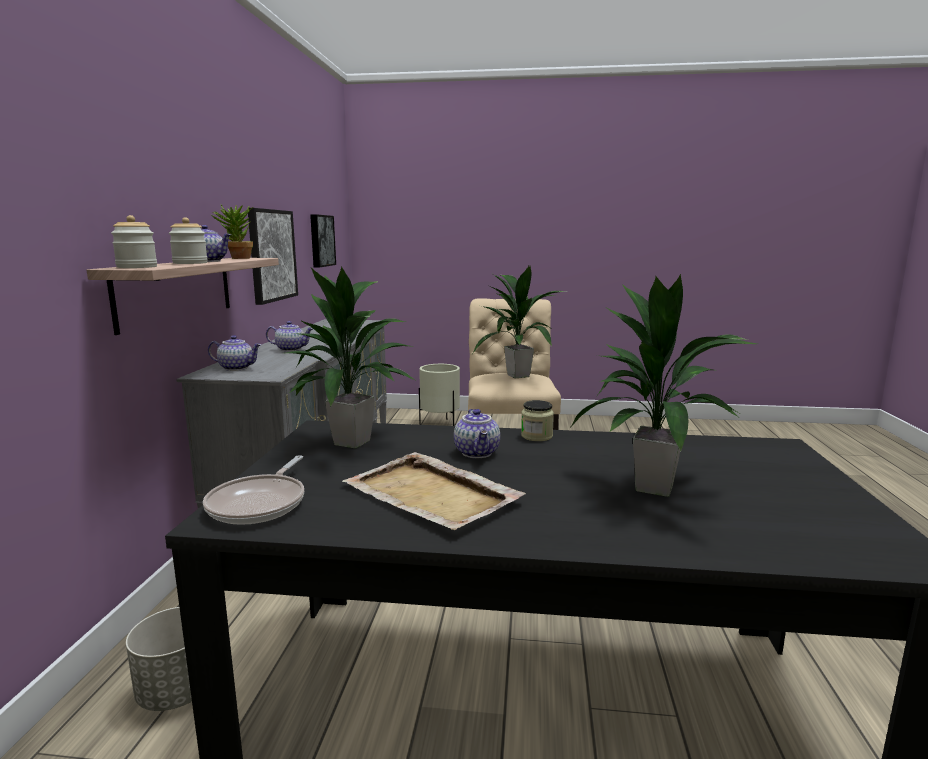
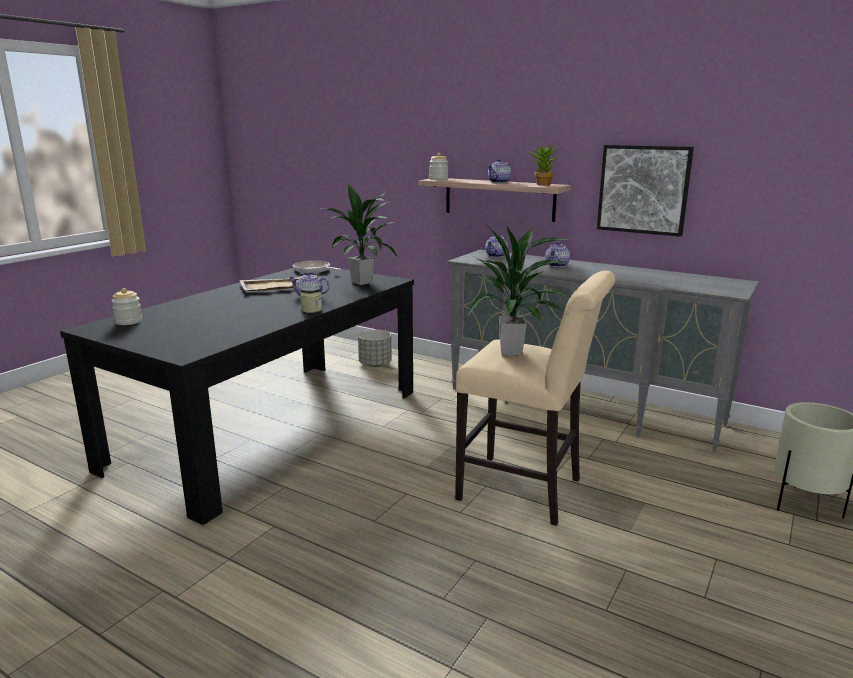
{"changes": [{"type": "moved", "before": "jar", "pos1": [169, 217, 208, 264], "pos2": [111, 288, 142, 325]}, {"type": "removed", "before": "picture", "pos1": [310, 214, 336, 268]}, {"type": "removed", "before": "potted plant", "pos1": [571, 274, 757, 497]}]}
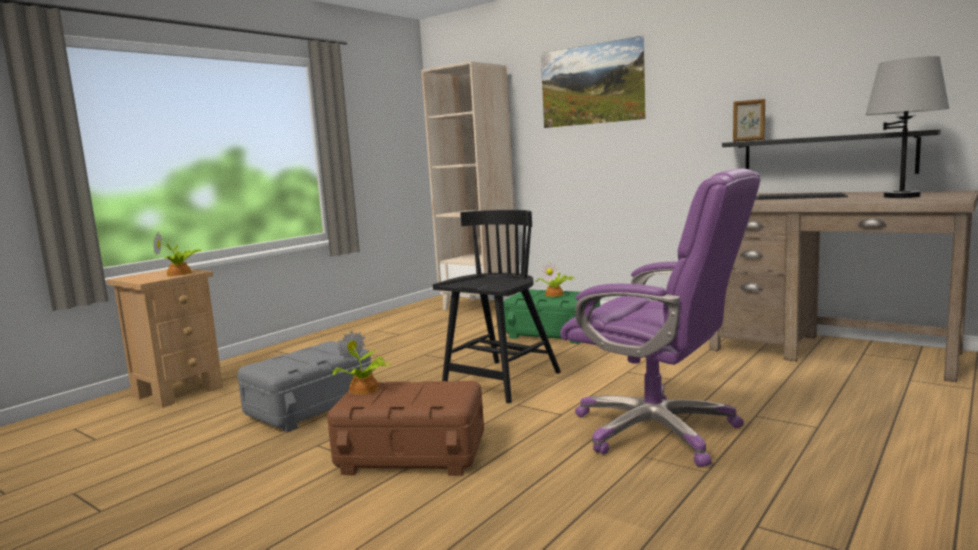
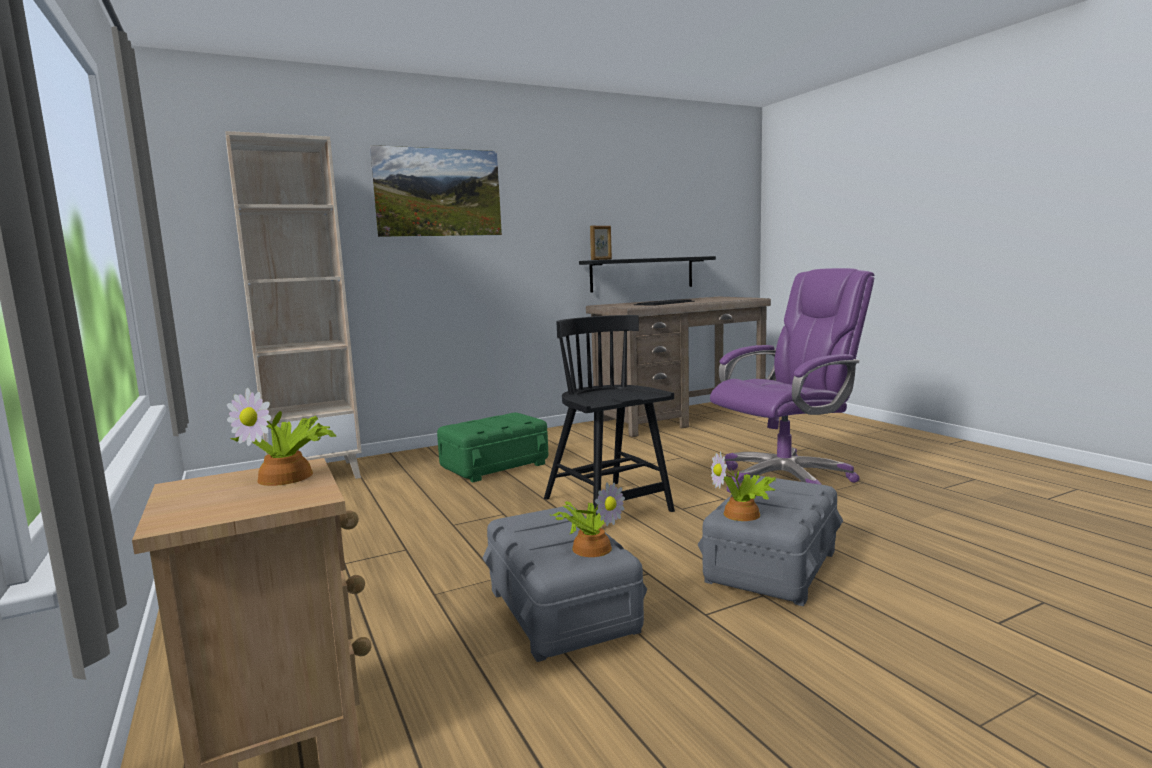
{"changes": [{"type": "recoloured", "before": "storage bin in brown-coloured", "after": "storage bin in grey", "pos1": [327, 381, 484, 476], "pos2": [698, 476, 843, 606]}, {"type": "moved", "before": "potted plant", "pos1": [536, 261, 575, 297], "pos2": [550, 482, 625, 557]}, {"type": "removed", "before": "lamp for a table in grey", "pos1": [865, 56, 949, 198]}]}
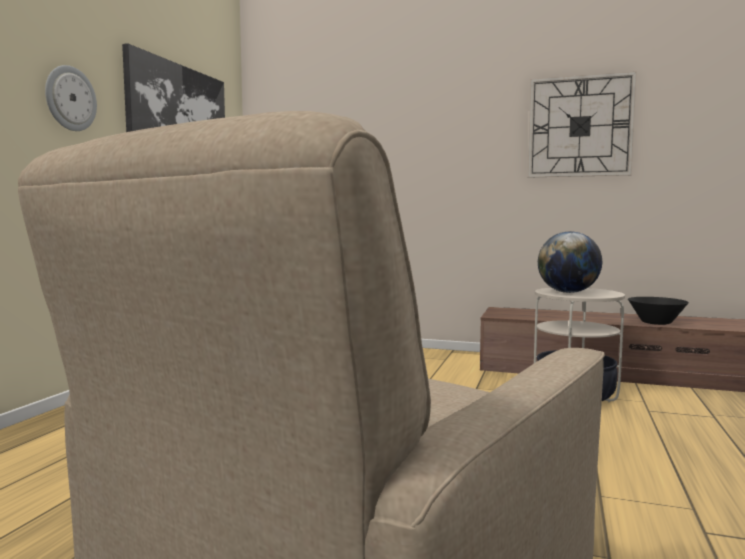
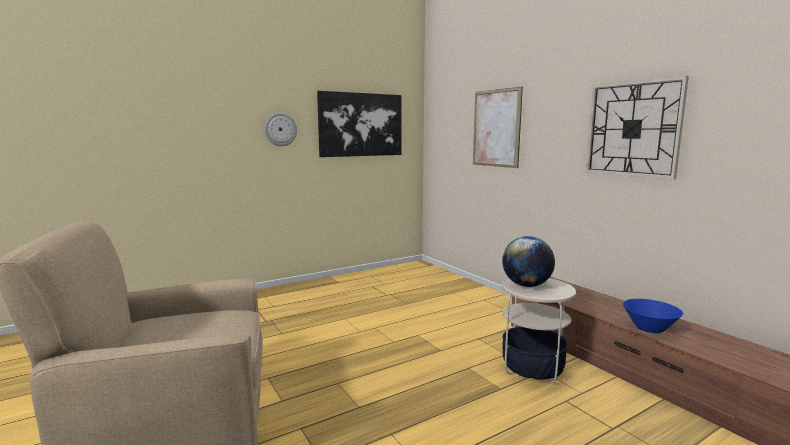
{"changes": [{"type": "recoloured", "before": "deep dish in black-coloured", "after": "deep dish in blue", "pos1": [628, 297, 689, 325], "pos2": [623, 299, 683, 333]}, {"type": "added", "after": "picture", "pos2": [473, 87, 523, 168]}]}
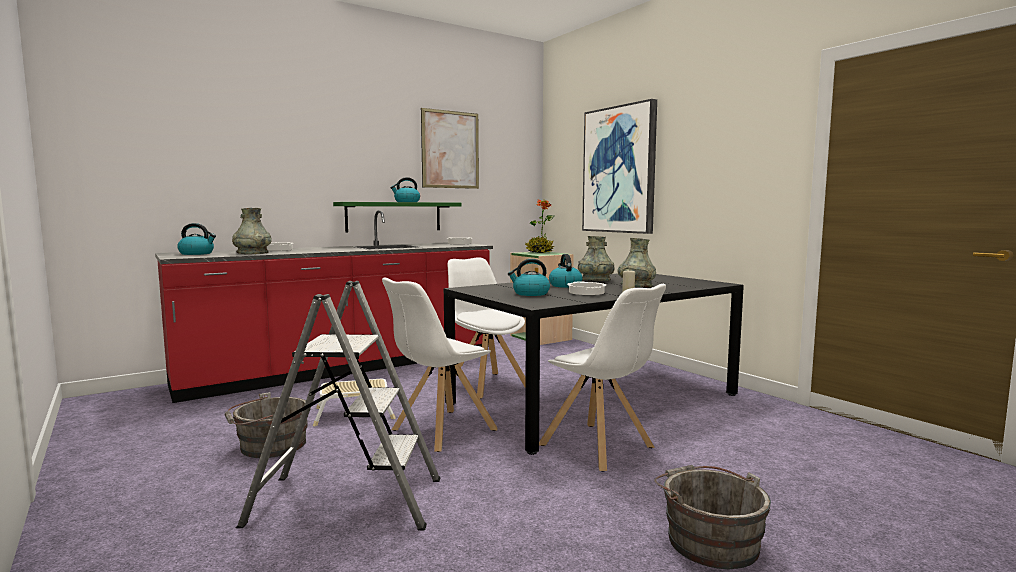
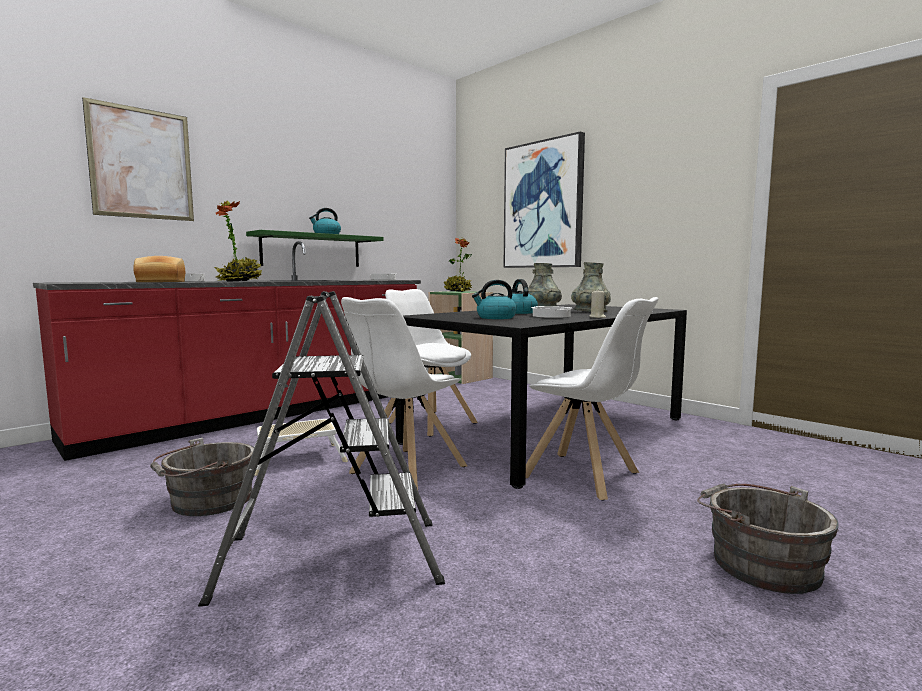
{"changes": [{"type": "removed", "before": "water kettle", "pos1": [177, 223, 216, 255]}, {"type": "replaced", "before": "decorative vase in grey", "after": "baked bread", "pos1": [232, 208, 272, 254], "pos2": [133, 256, 185, 282]}, {"type": "moved", "before": "picture", "pos1": [421, 108, 479, 189], "pos2": [82, 97, 194, 221]}, {"type": "added", "after": "potted plant", "pos2": [215, 201, 262, 281]}]}
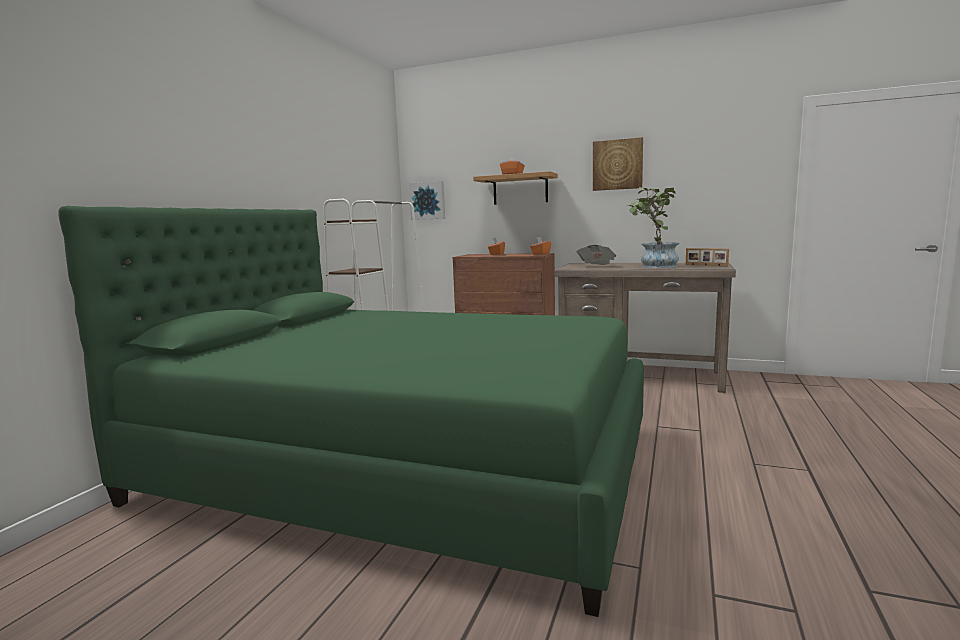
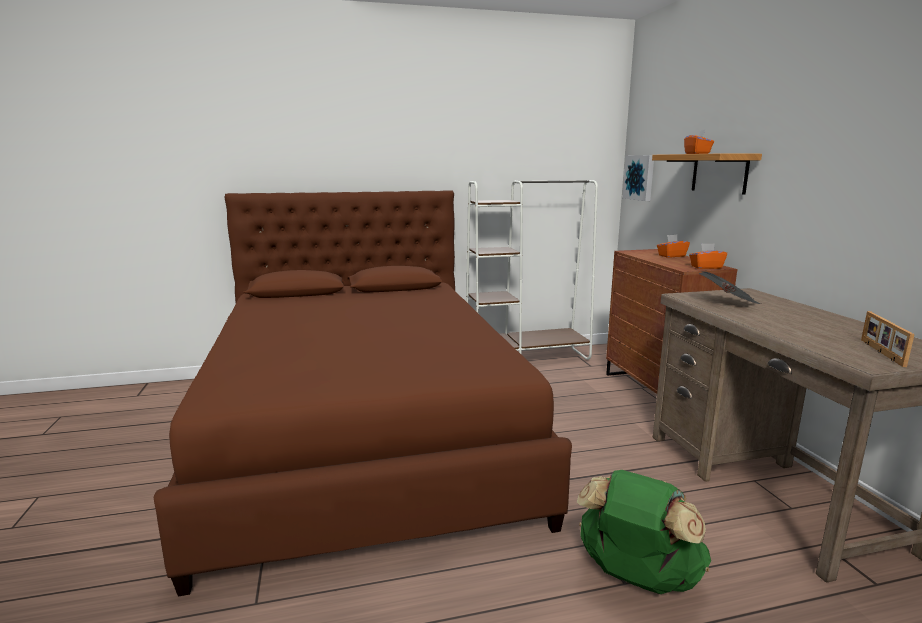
{"changes": [{"type": "recoloured", "before": "bed in green", "after": "bed in brown-coloured", "pos1": [58, 206, 644, 617], "pos2": [154, 190, 572, 596]}, {"type": "removed", "before": "picture", "pos1": [593, 137, 643, 191]}, {"type": "removed", "before": "potted plant", "pos1": [626, 187, 679, 268]}, {"type": "added", "after": "rucksack in green", "pos2": [577, 470, 711, 594]}]}
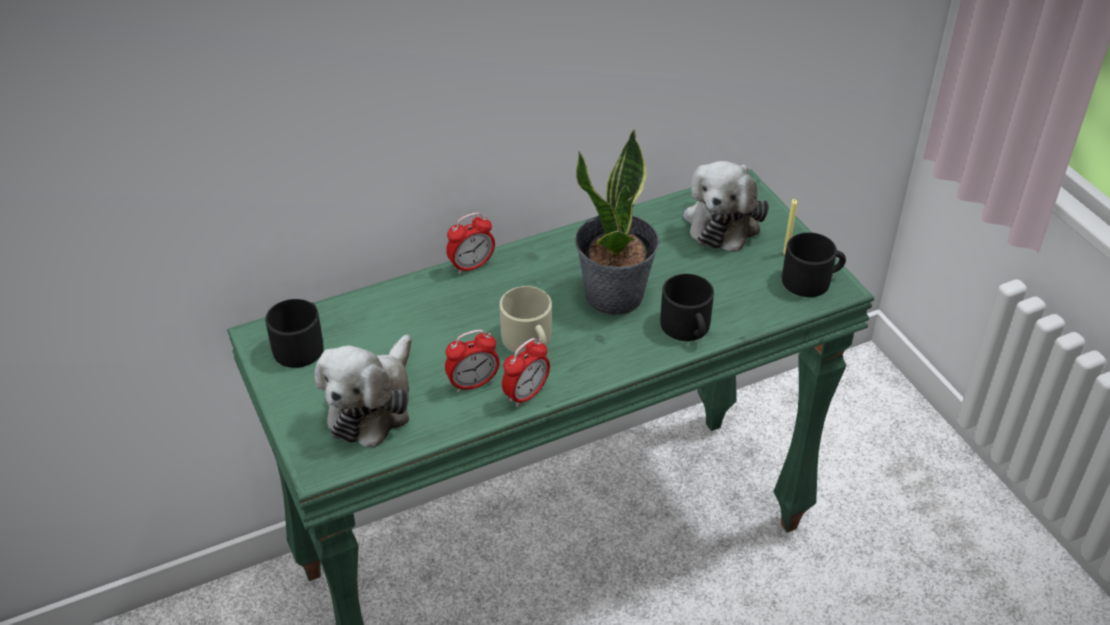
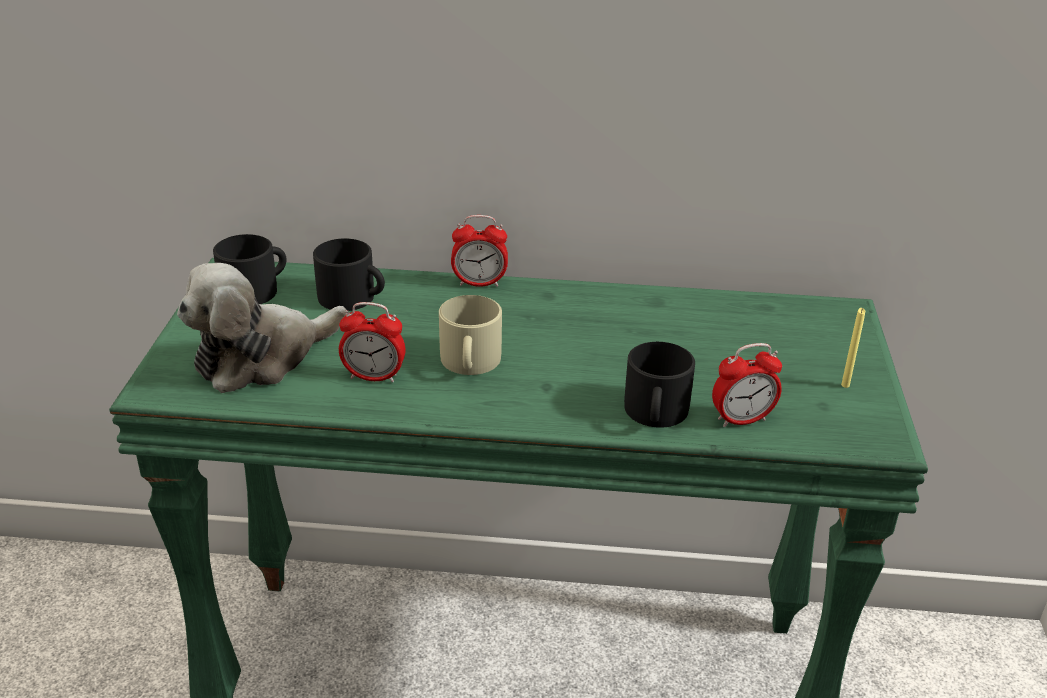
{"changes": [{"type": "moved", "before": "bedside clock", "pos1": [502, 338, 550, 407], "pos2": [712, 343, 782, 427]}, {"type": "removed", "before": "potted plant", "pos1": [575, 130, 659, 315]}, {"type": "removed", "before": "soft toy", "pos1": [683, 161, 769, 252]}, {"type": "moved", "before": "mug in black-coloured", "pos1": [782, 232, 846, 297], "pos2": [313, 238, 385, 311]}]}
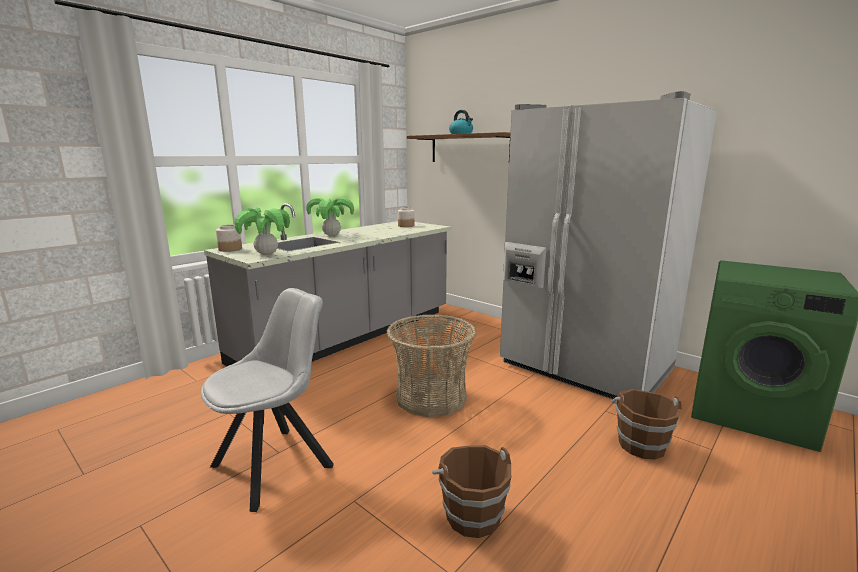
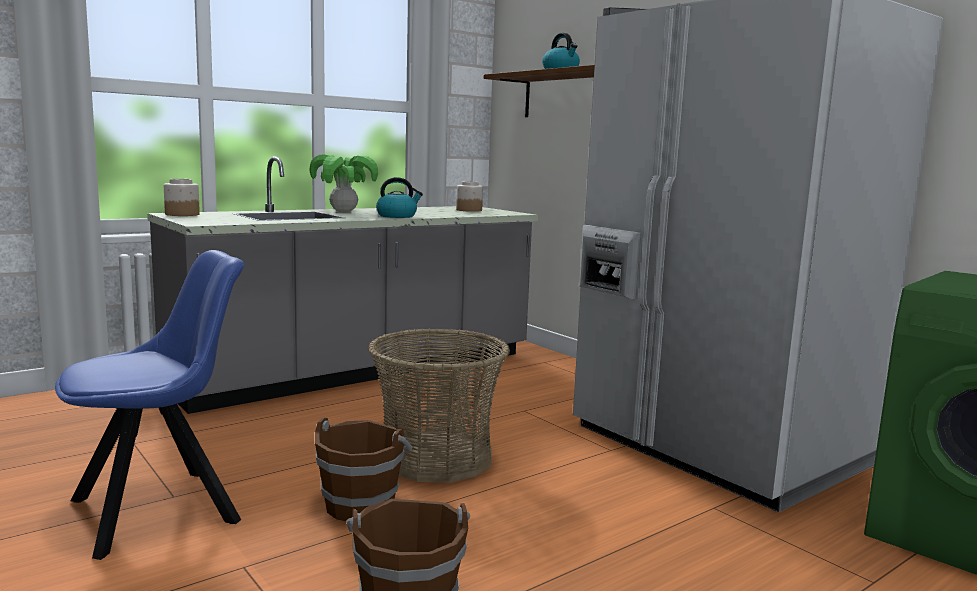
{"changes": [{"type": "recoloured", "before": "plain chair in grey", "after": "plain chair in blue", "pos1": [201, 288, 334, 512], "pos2": [55, 250, 244, 560]}, {"type": "removed", "before": "potted plant", "pos1": [235, 207, 290, 255]}, {"type": "moved", "before": "bucket in brown-coloured", "pos1": [611, 389, 682, 460], "pos2": [315, 417, 412, 521]}, {"type": "added", "after": "water kettle", "pos2": [376, 177, 423, 218]}]}
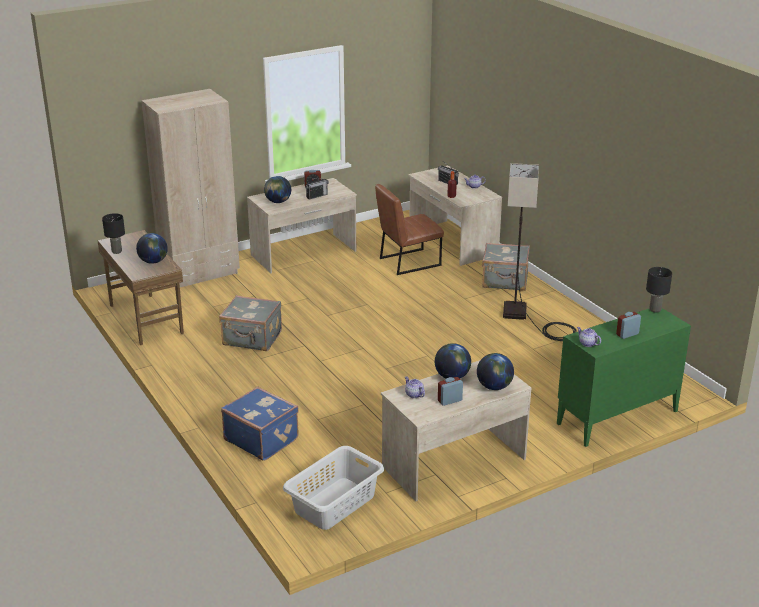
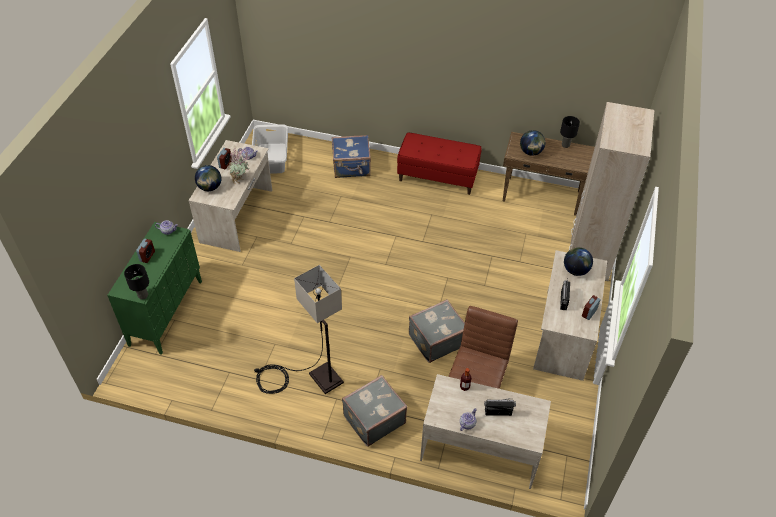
{"changes": [{"type": "moved", "before": "piece of luggage in grey", "pos1": [219, 295, 282, 351], "pos2": [409, 299, 465, 363]}, {"type": "replaced", "before": "globe", "after": "potted plant", "pos1": [435, 343, 471, 379], "pos2": [228, 147, 251, 183]}, {"type": "added", "after": "indoor bench in red-coloured", "pos2": [397, 132, 482, 195]}]}
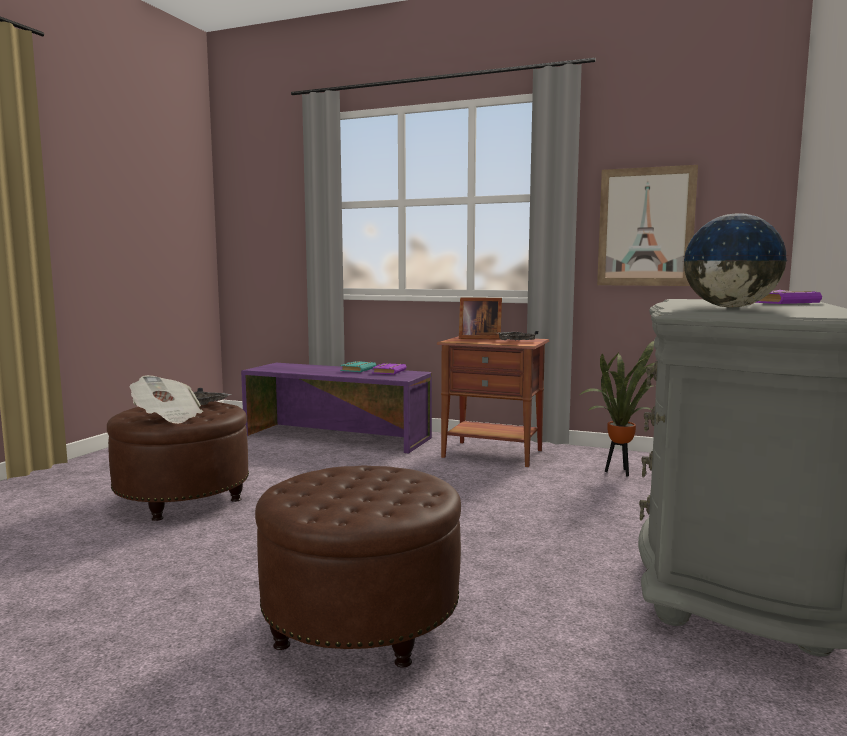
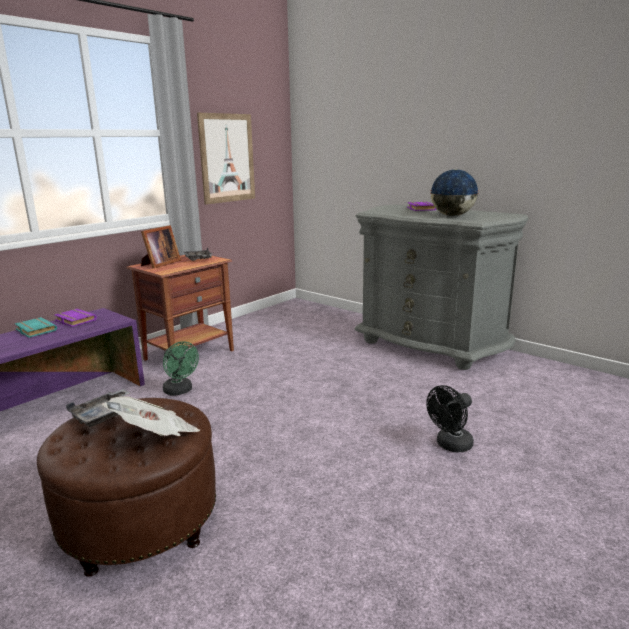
{"changes": [{"type": "replaced", "before": "footrest in brown-coloured", "after": "fan in black-coloured", "pos1": [255, 466, 461, 668], "pos2": [426, 385, 474, 452]}, {"type": "removed", "before": "potted plant", "pos1": [580, 341, 654, 476]}, {"type": "added", "after": "fan in green", "pos2": [163, 341, 199, 395]}]}
